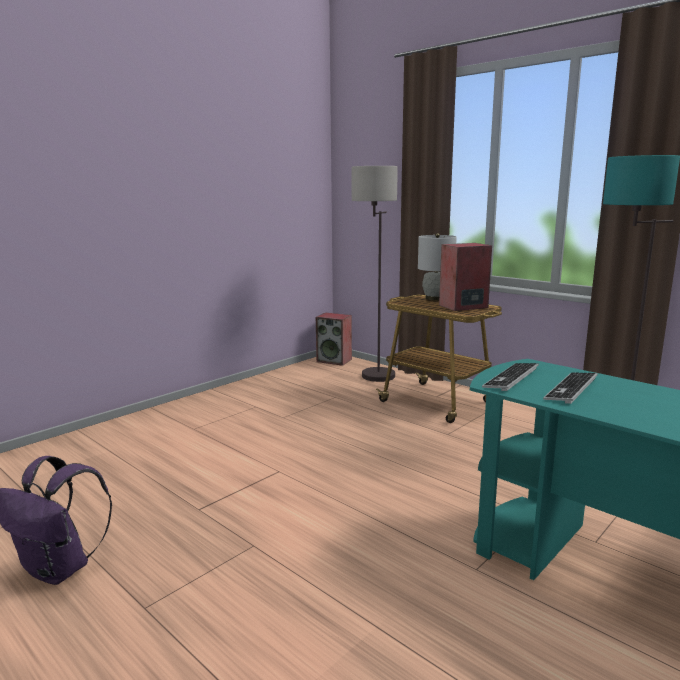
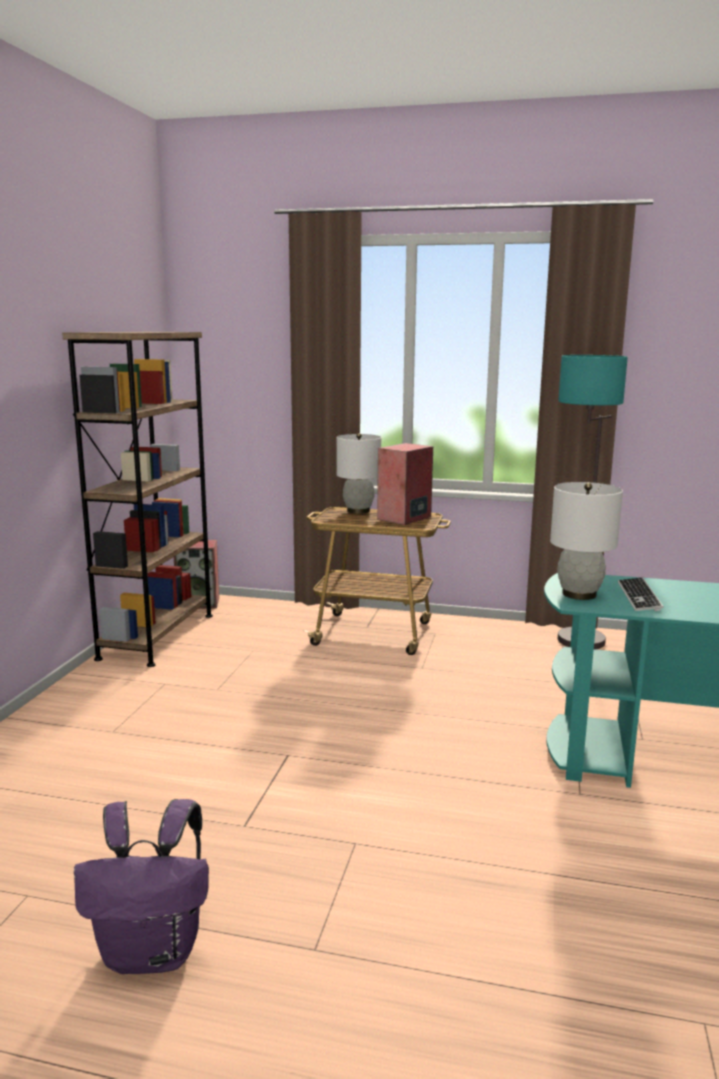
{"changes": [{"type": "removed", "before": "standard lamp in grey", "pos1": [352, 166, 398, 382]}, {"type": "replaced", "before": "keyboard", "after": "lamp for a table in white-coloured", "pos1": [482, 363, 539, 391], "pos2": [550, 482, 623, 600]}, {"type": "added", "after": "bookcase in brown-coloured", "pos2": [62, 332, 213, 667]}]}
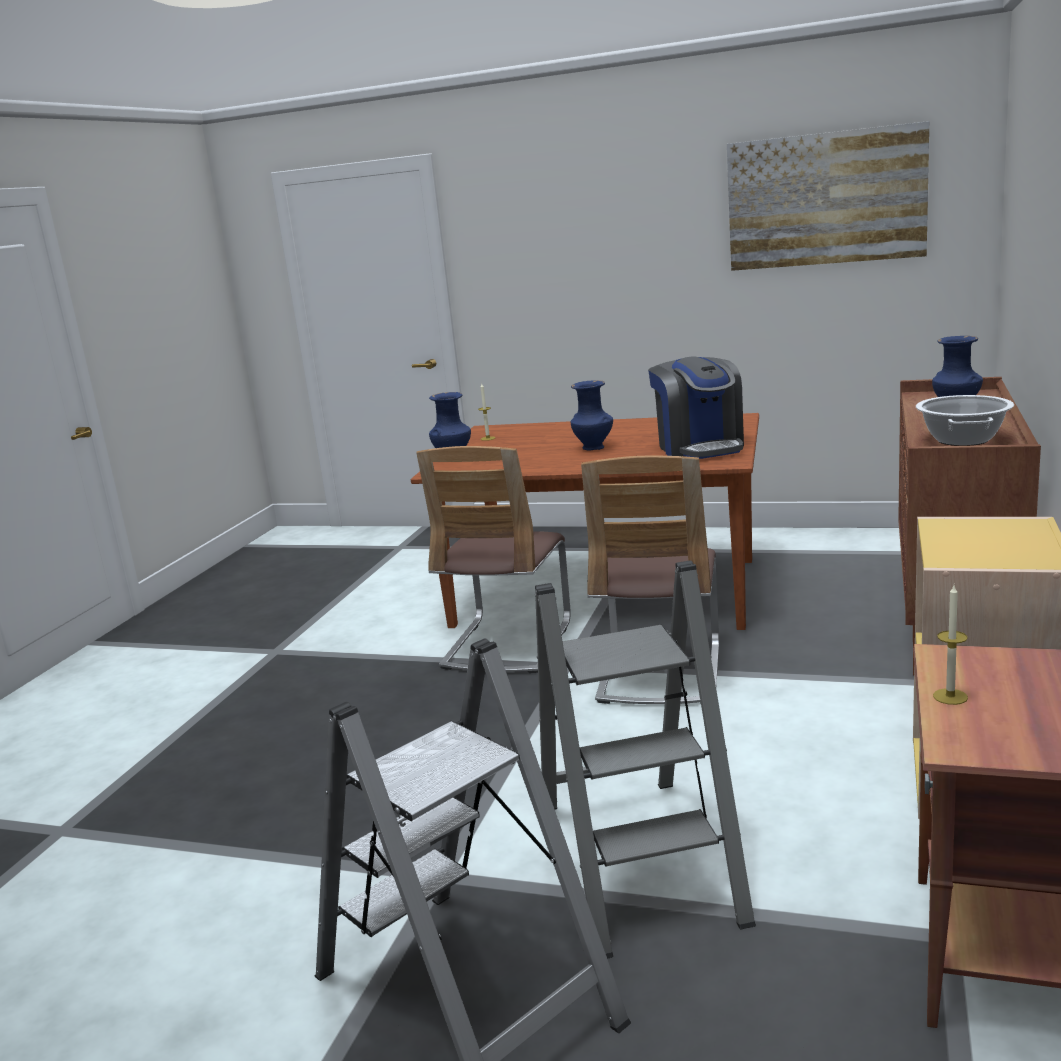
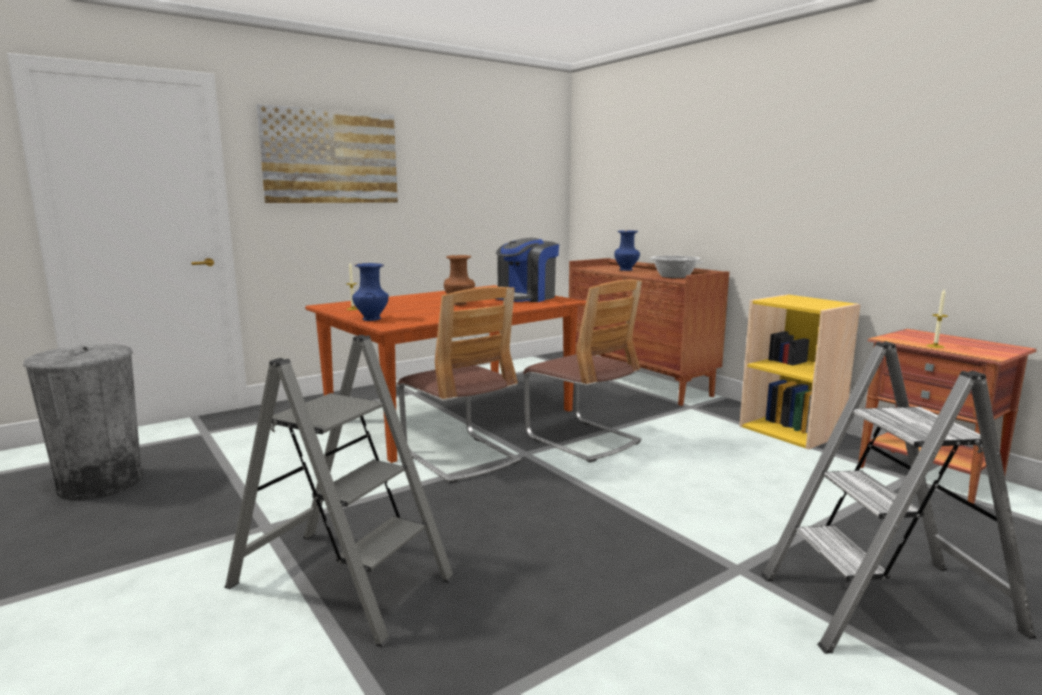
{"changes": [{"type": "moved", "before": "stepladder in grey", "pos1": [535, 560, 756, 959], "pos2": [224, 335, 455, 648]}, {"type": "recoloured", "before": "decorative vase in blue", "after": "decorative vase in brown-coloured", "pos1": [571, 380, 613, 451], "pos2": [444, 255, 475, 305]}, {"type": "turned", "before": "coffee machine", "pos1": [648, 356, 744, 459], "pos2": [496, 238, 559, 302], "turn": 105}, {"type": "moved", "before": "picture", "pos1": [727, 121, 929, 271], "pos2": [256, 104, 398, 203]}, {"type": "added", "after": "waste bin in grey", "pos2": [23, 344, 143, 501]}]}
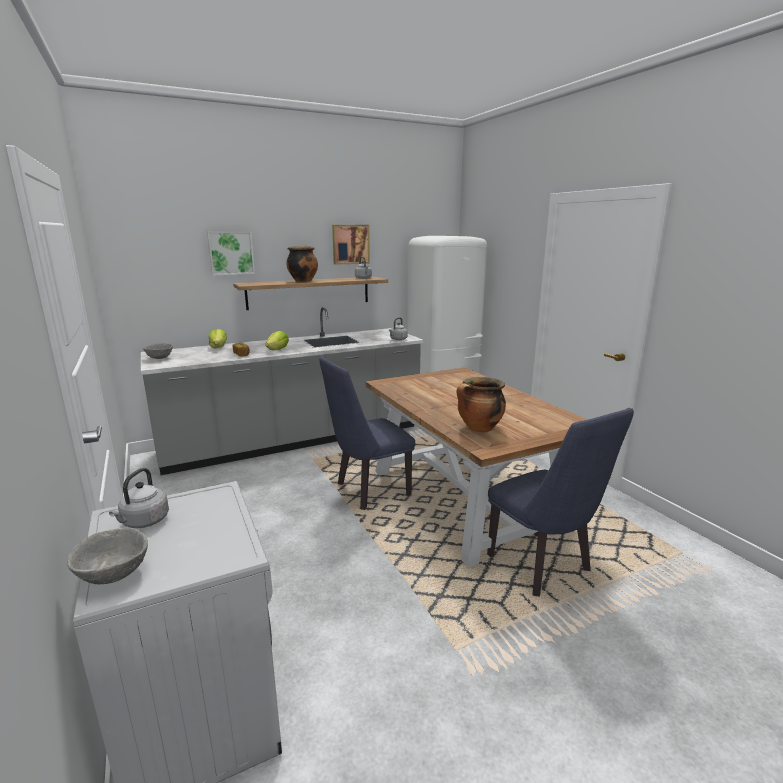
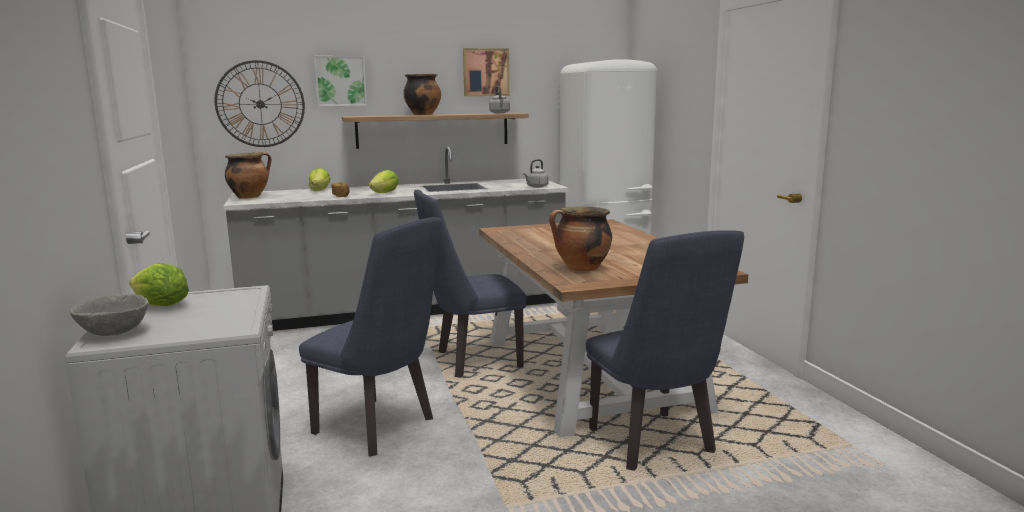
{"changes": [{"type": "replaced", "before": "water kettle in grey", "after": "head of lettuce", "pos1": [109, 468, 169, 528], "pos2": [129, 263, 189, 306]}, {"type": "replaced", "before": "deep dish in grey", "after": "cooking pot", "pos1": [143, 343, 173, 359], "pos2": [225, 152, 271, 199]}, {"type": "added", "after": "hanging clock", "pos2": [214, 60, 305, 147]}, {"type": "added", "after": "plain chair in blue", "pos2": [299, 217, 442, 456]}]}
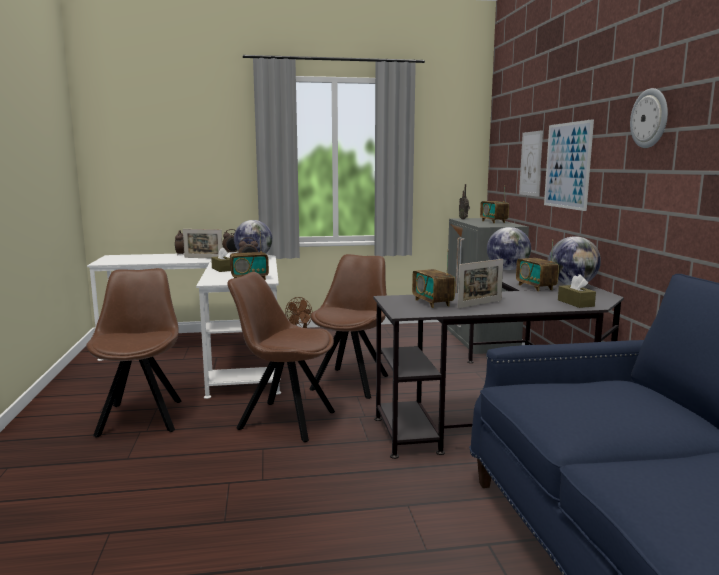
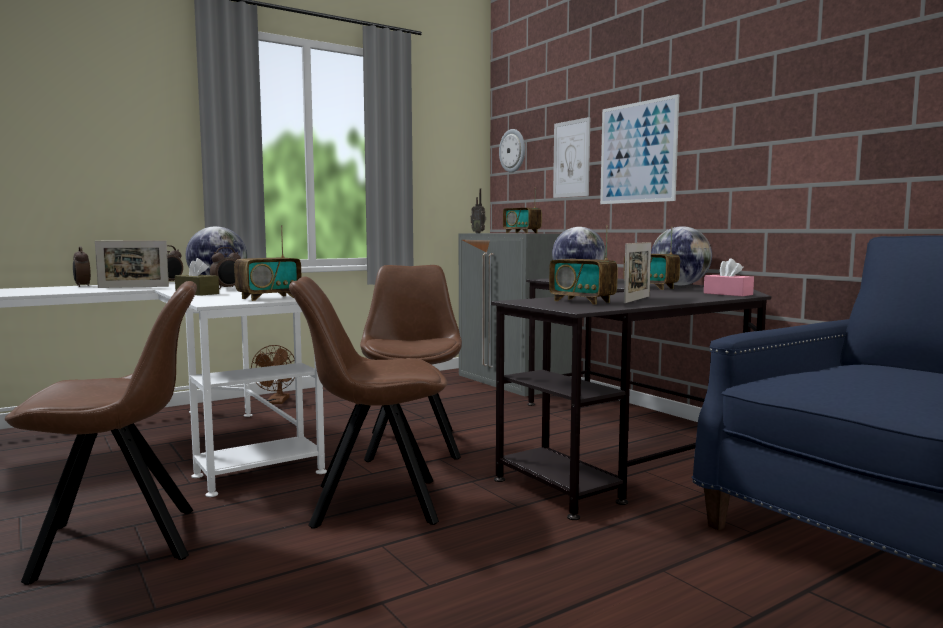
{"changes": [{"type": "turned", "before": "plain chair in brown-coloured", "pos1": [86, 268, 182, 438], "pos2": [5, 281, 197, 585], "turn": 105}, {"type": "recoloured", "before": "tissue holder in brown-coloured", "after": "tissue holder in pinkish", "pos1": [558, 274, 596, 308], "pos2": [704, 258, 754, 296]}, {"type": "moved", "before": "hanging clock", "pos1": [630, 88, 668, 148], "pos2": [499, 129, 525, 173]}]}
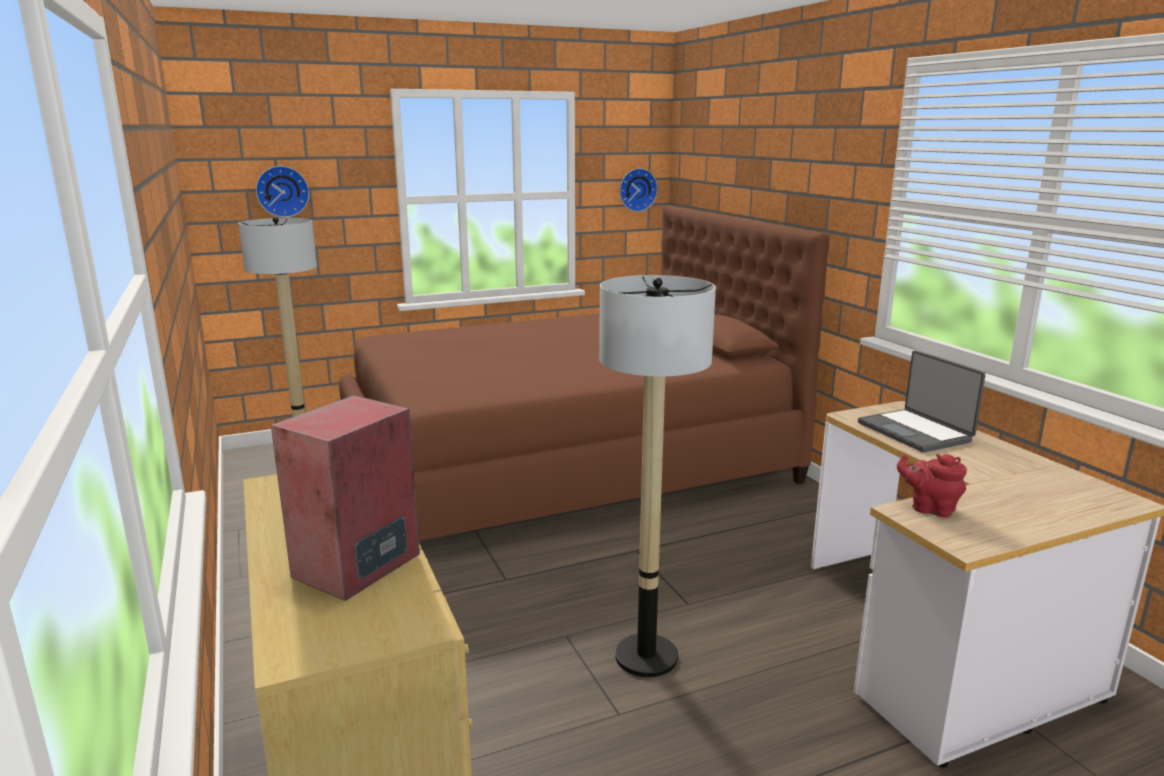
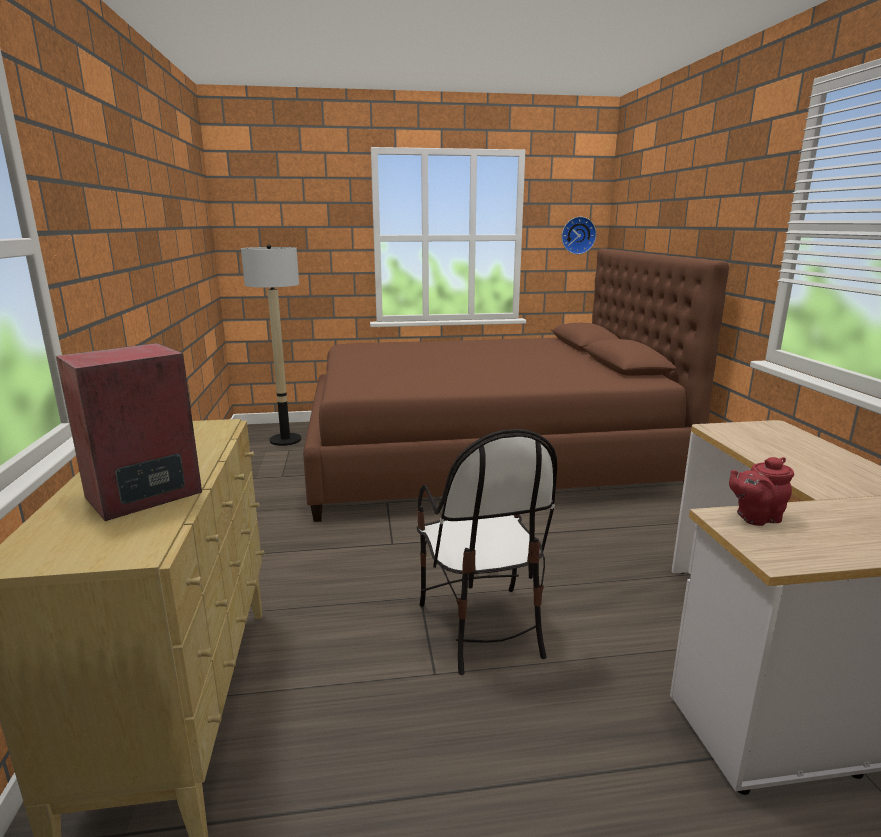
{"changes": [{"type": "removed", "before": "hanging clock", "pos1": [256, 166, 309, 218]}, {"type": "replaced", "before": "standard lamp", "after": "plain chair", "pos1": [599, 275, 716, 677], "pos2": [417, 429, 557, 675]}, {"type": "removed", "before": "laptop", "pos1": [858, 351, 986, 452]}, {"type": "turned", "before": "tea pot in red-coloured", "pos1": [897, 454, 967, 517], "pos2": [729, 457, 794, 526], "turn": -60}]}
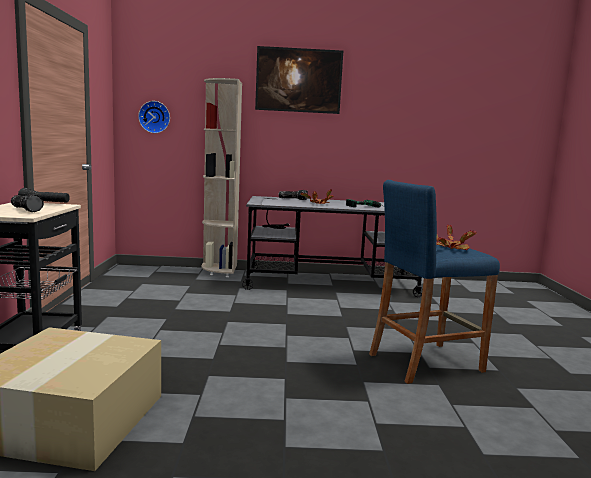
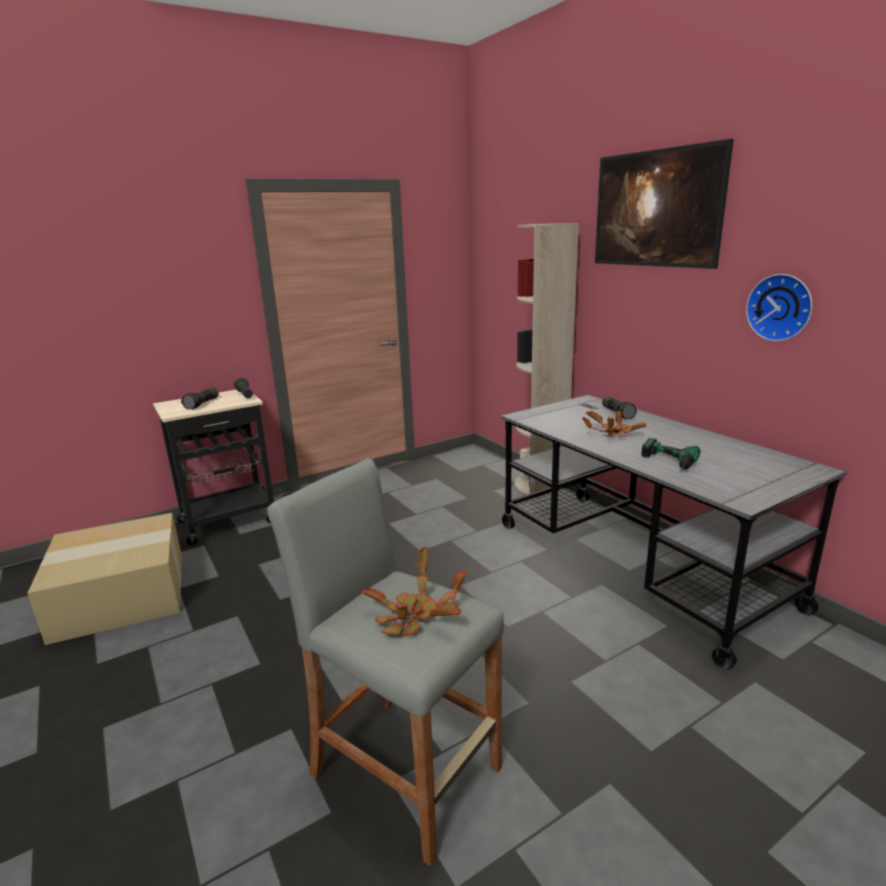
{"changes": [{"type": "moved", "before": "hanging clock", "pos1": [138, 101, 170, 133], "pos2": [746, 274, 812, 342]}, {"type": "recoloured", "before": "stool in blue", "after": "stool in grey", "pos1": [369, 180, 500, 384], "pos2": [267, 458, 504, 867]}]}
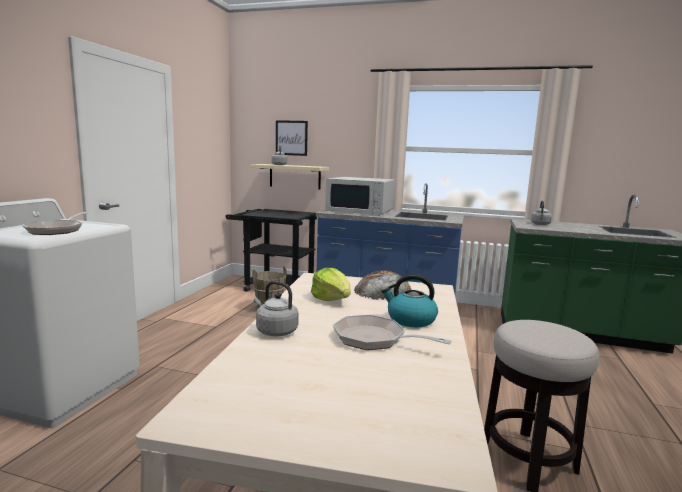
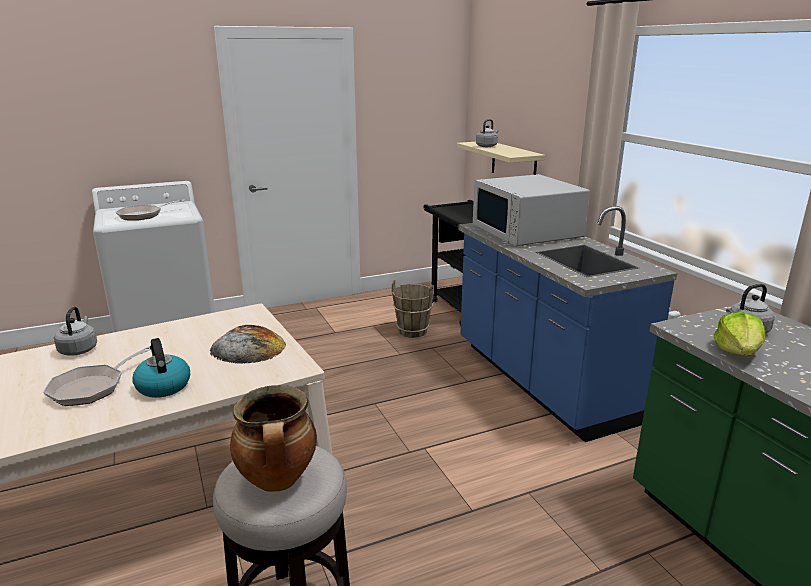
{"changes": [{"type": "removed", "before": "picture", "pos1": [276, 120, 308, 156]}, {"type": "moved", "before": "head of lettuce", "pos1": [311, 268, 351, 301], "pos2": [714, 312, 765, 356]}, {"type": "turned", "before": "skillet", "pos1": [333, 315, 452, 350], "pos2": [43, 345, 151, 406], "turn": -135}, {"type": "added", "after": "cooking pot", "pos2": [230, 385, 317, 492]}]}
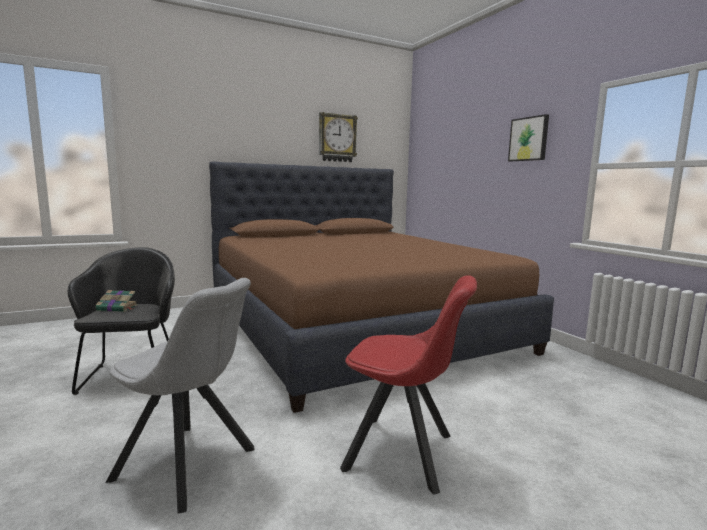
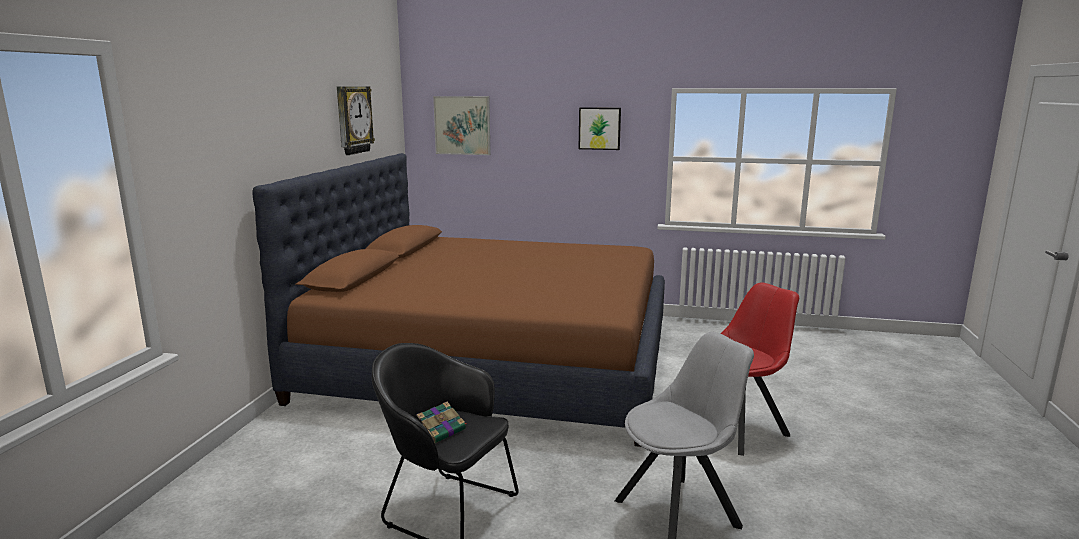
{"changes": [{"type": "added", "after": "picture", "pos2": [433, 96, 491, 155]}]}
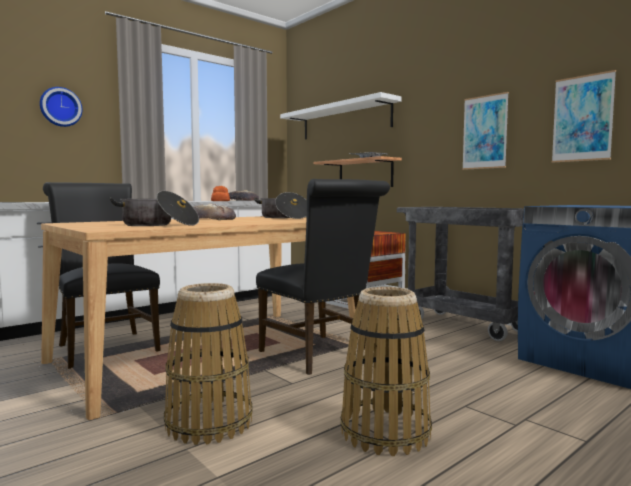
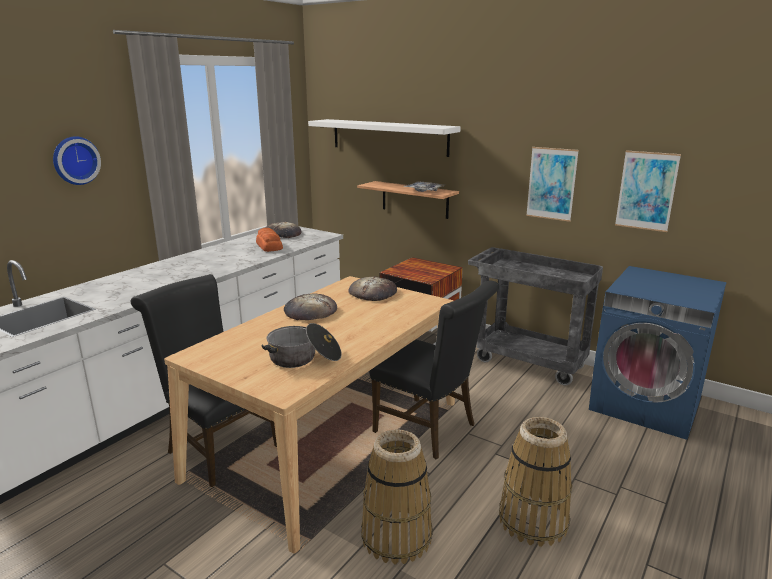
{"changes": [{"type": "replaced", "before": "cooking pot", "after": "baked bread", "pos1": [254, 192, 307, 219], "pos2": [349, 276, 397, 301]}]}
